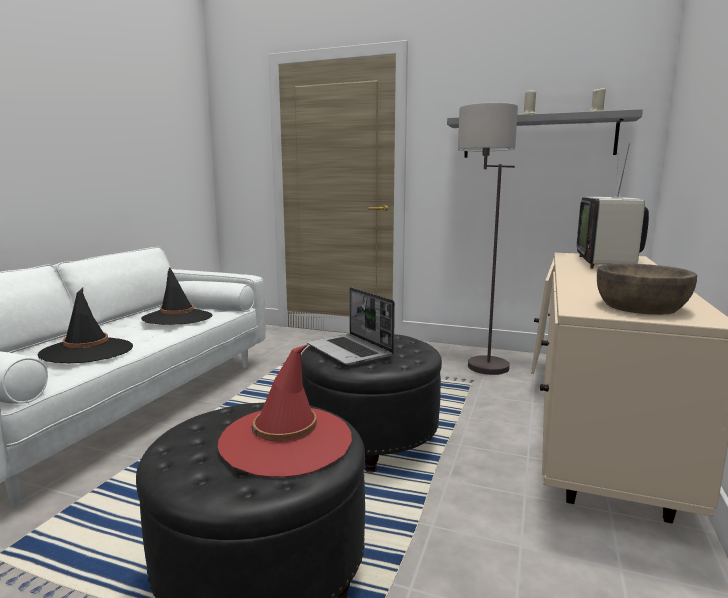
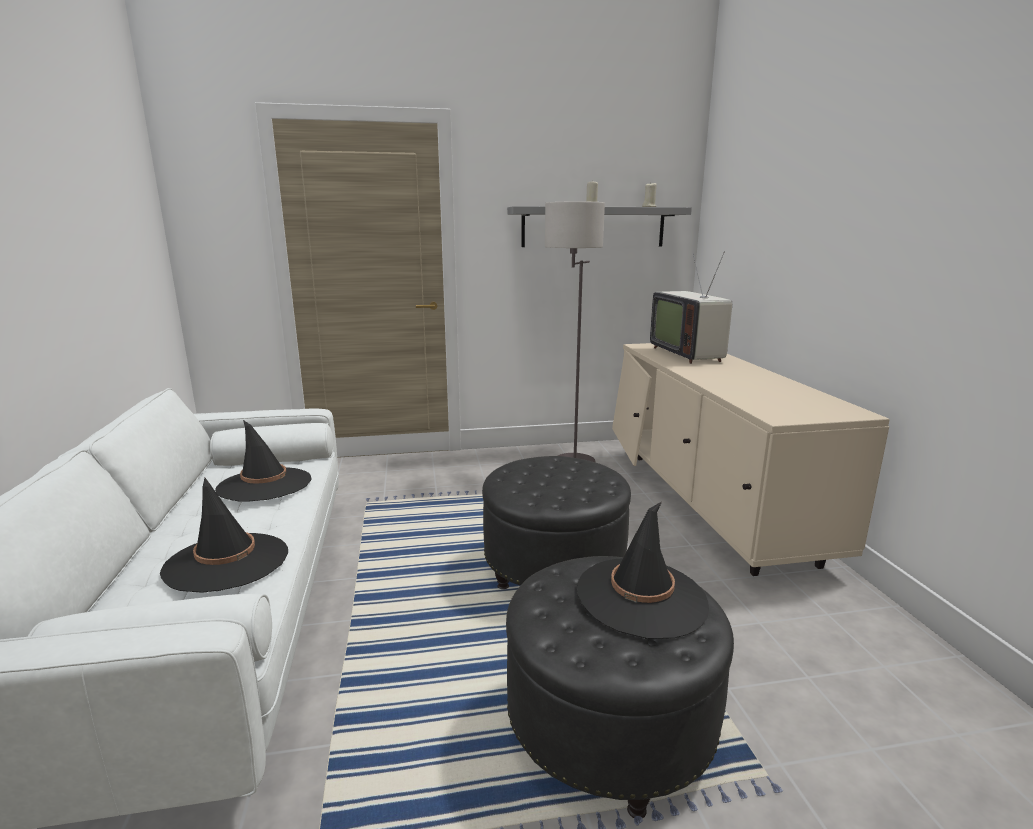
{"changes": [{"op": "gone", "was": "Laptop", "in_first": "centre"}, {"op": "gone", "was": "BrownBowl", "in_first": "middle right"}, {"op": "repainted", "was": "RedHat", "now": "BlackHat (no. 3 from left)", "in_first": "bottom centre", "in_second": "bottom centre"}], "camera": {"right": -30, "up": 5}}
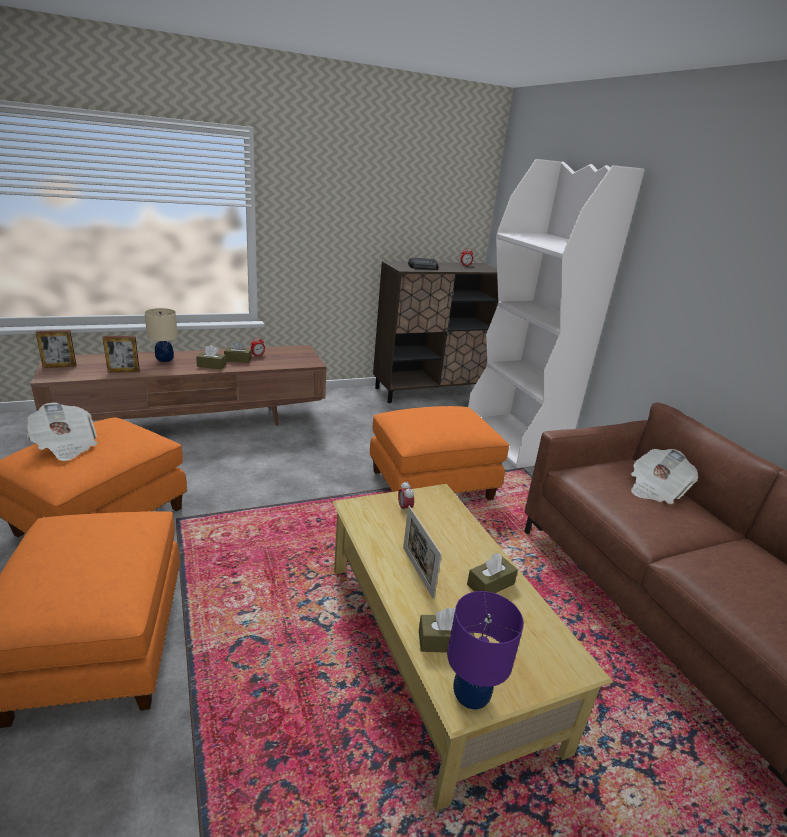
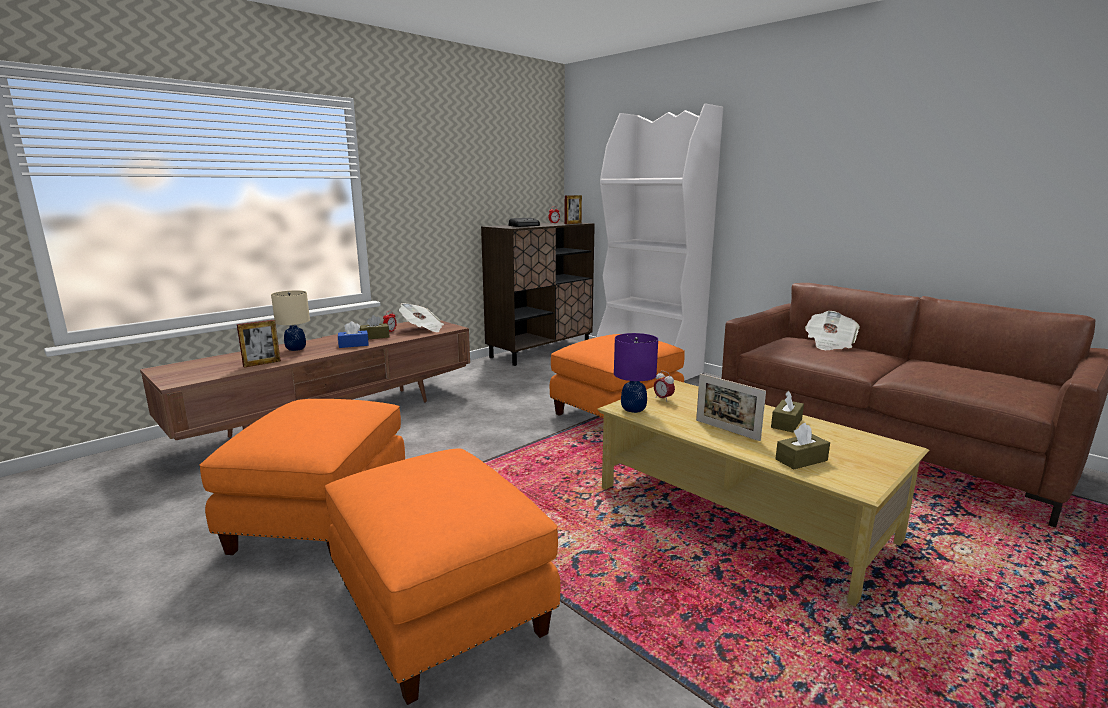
{"changes": [{"op": "shifted", "was": "Newspaper (no. 1 from left)", "in_first": "middle left", "in_second": "centre"}, {"op": "shifted", "was": "PictureFrame (no. 1 from left in the first image)", "now": "PictureFrame (no. 2 from left)", "in_first": "middle left", "in_second": "top centre"}, {"op": "shifted", "was": "PurpleTableLamp", "in_first": "bottom centre", "in_second": "centre"}, {"op": "repainted", "was": "BrownTissueBox (no. 1 from left)", "now": "BlueTissueBox", "in_first": "middle left", "in_second": "middle left"}], "camera": {"right": -20, "up": -10}}
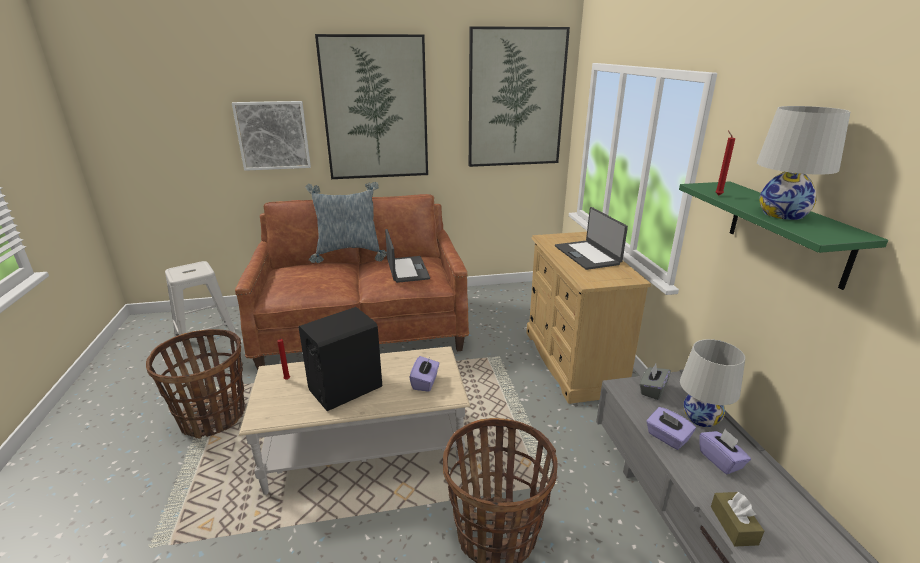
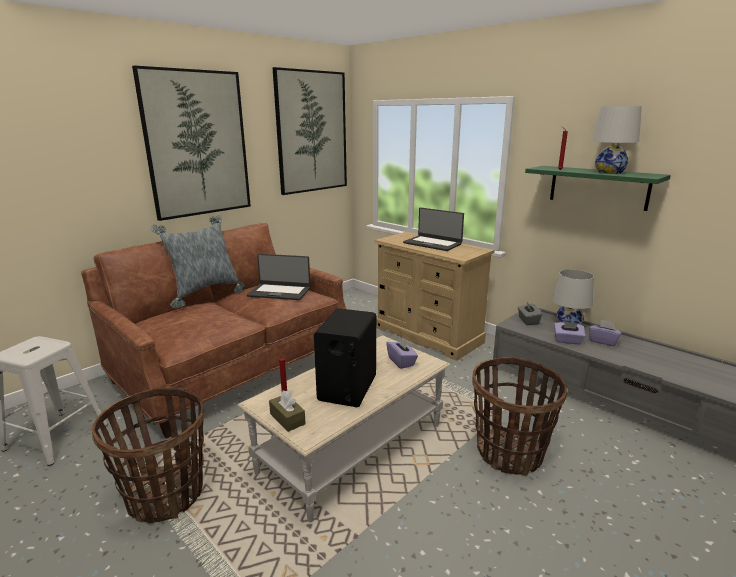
{"changes": [{"op": "gone", "was": "Picture (no. 1 from left)", "in_first": "top left"}, {"op": "shifted", "was": "BrownTissueBox", "in_first": "bottom right", "in_second": "bottom centre"}, {"op": "rotated", "was": "Laptop (no. 1 from left)", "in_first": "centre", "in_second": "centre", "clockwise": 150}], "camera": {"right": -35, "up": -5}}
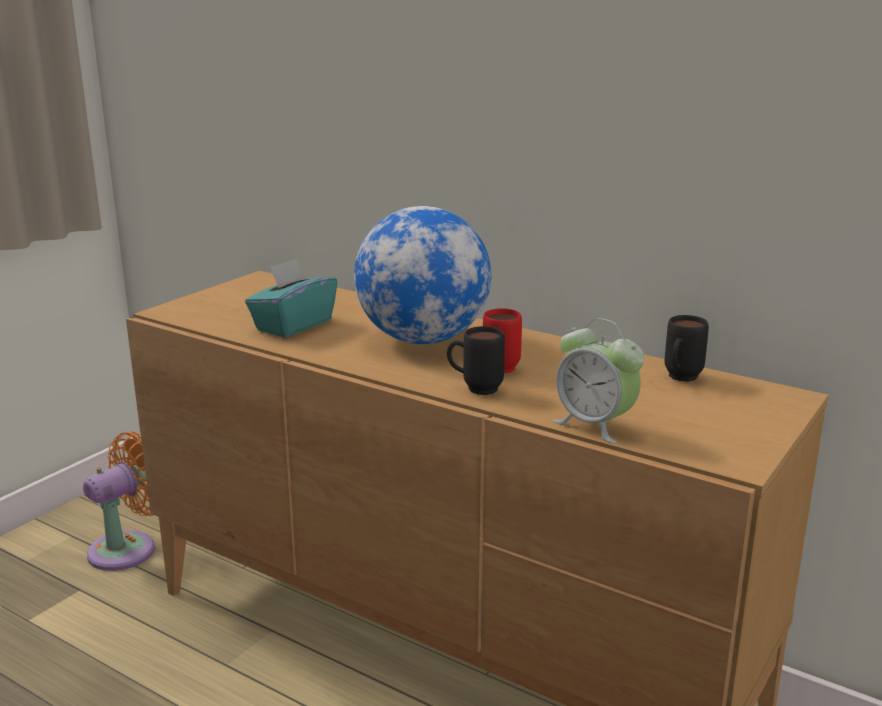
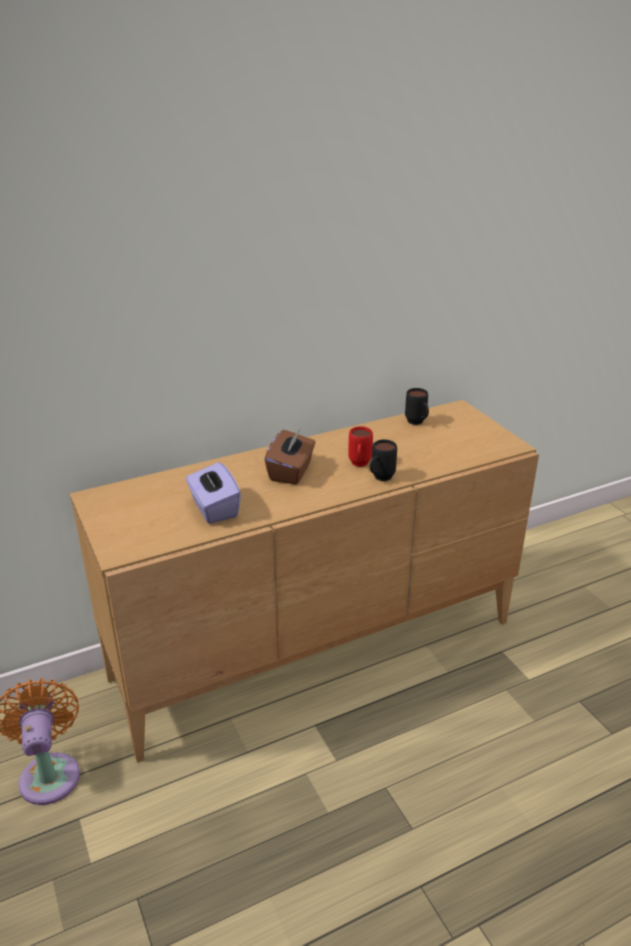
{"changes": [{"op": "gone", "was": "AlarmClock", "in_first": "middle right"}, {"op": "swapped", "was": "Globe", "now": "BrownTissueBox", "in_first": "centre", "in_second": "centre"}, {"op": "repainted", "was": "TurquoiseTissueBox", "now": "PurpleTissueBox", "in_first": "middle left", "in_second": "centre"}], "camera": {"right": -60, "up": 10}}
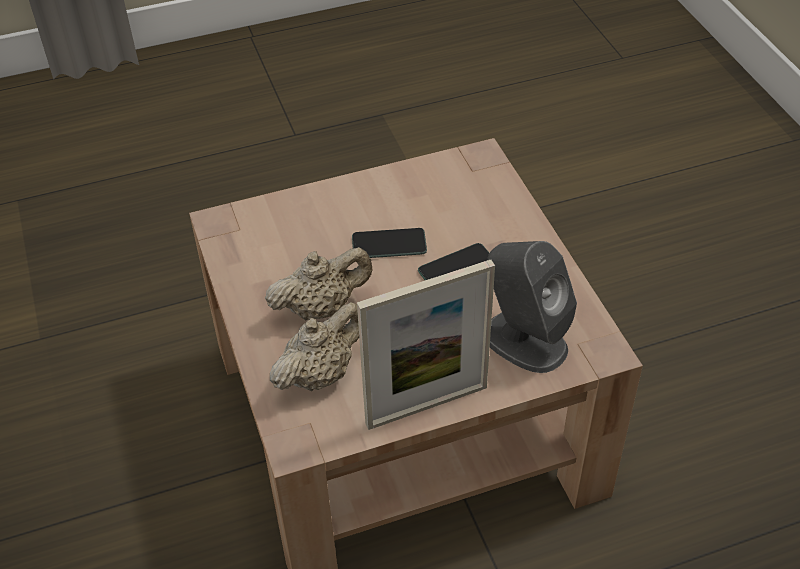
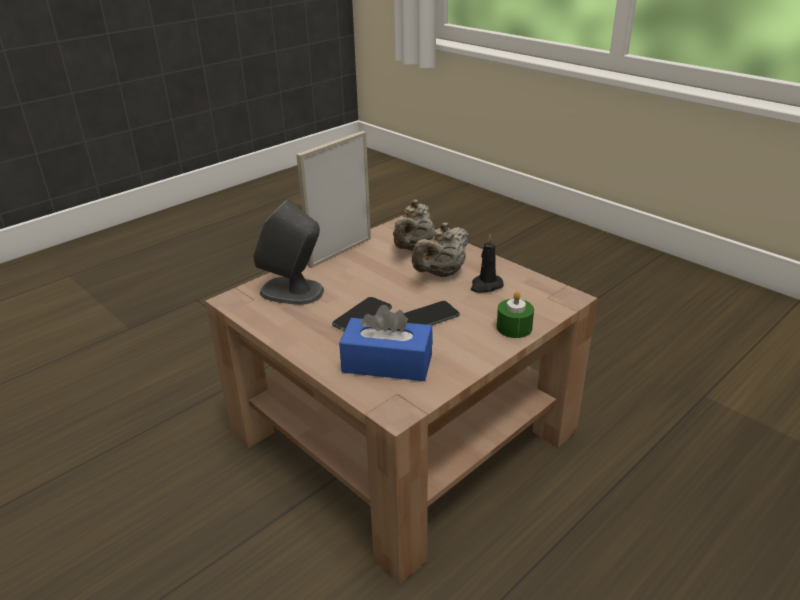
{"changes": [{"op": "new", "now": "BlueTissueBox", "in_second": "centre"}, {"op": "new", "now": "BlackCandle", "in_second": "centre"}, {"op": "new", "now": "GreenCandle", "in_second": "centre"}], "camera": {"right": 155, "up": -15}}
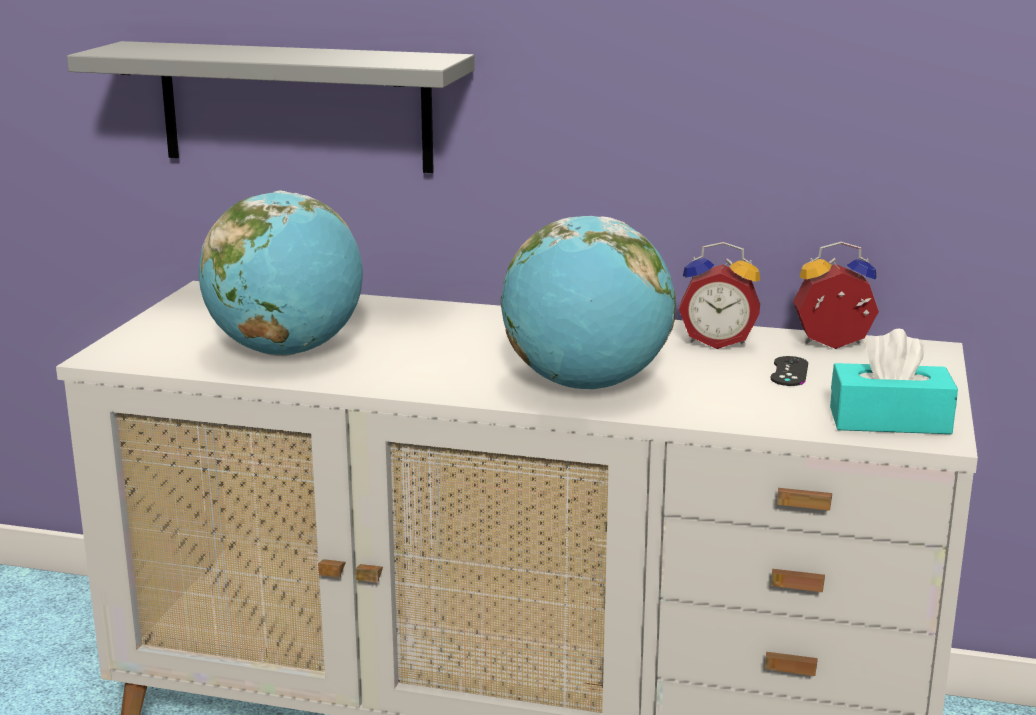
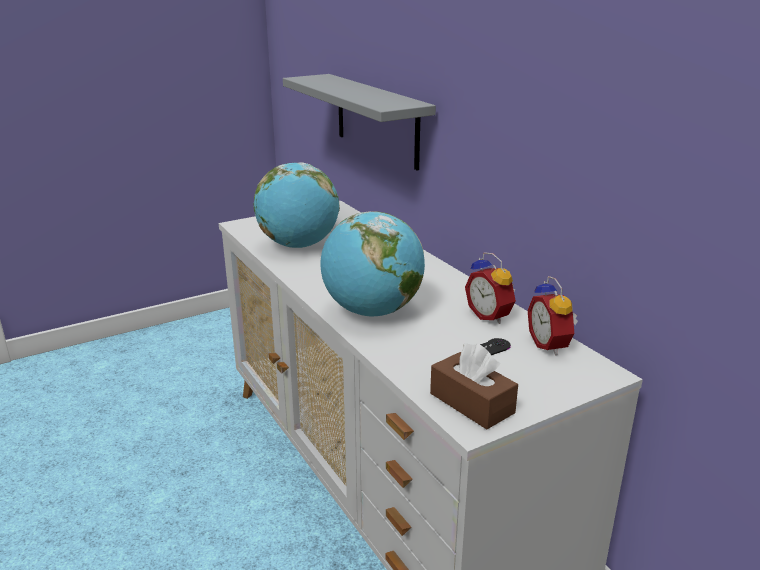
{"changes": [{"op": "repainted", "was": "TurquoiseTissueBox", "now": "BrownTissueBox", "in_first": "middle right", "in_second": "bottom centre"}, {"op": "rotated", "was": "AlarmClock (no. 2 from left)", "in_first": "middle right", "in_second": "middle right", "clockwise": -150}], "camera": {"right": 45, "up": 5}}
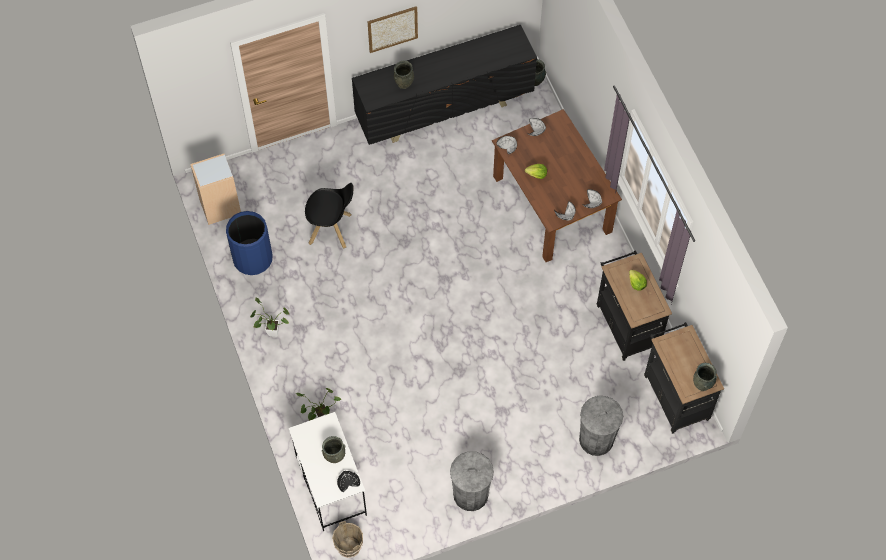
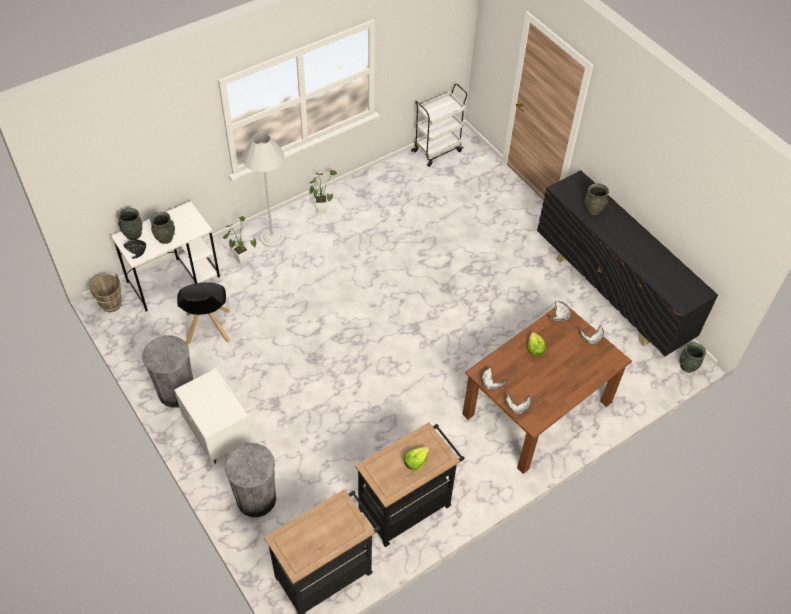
{"changes": [{"op": "gone", "was": "BlueTrashCan", "in_first": "middle left"}, {"op": "gone", "was": "Picture", "in_first": "top centre"}, {"op": "new", "now": "WhiteNightstand", "in_second": "bottom left"}, {"op": "new", "now": "WhiteFloorLamp", "in_second": "top left"}, {"op": "shifted", "was": "BlackChair", "in_first": "centre", "in_second": "middle left"}, {"op": "shifted", "was": "GreyVase (no. 4 from left in the first image)", "now": "GreyVase (no. 1 from left)", "in_first": "bottom right", "in_second": "middle left"}, {"op": "swapped", "was": "Bookcase", "now": "WhiteCart", "in_first": "middle left", "in_second": "top centre"}], "camera": {"right": 75, "up": -10}}
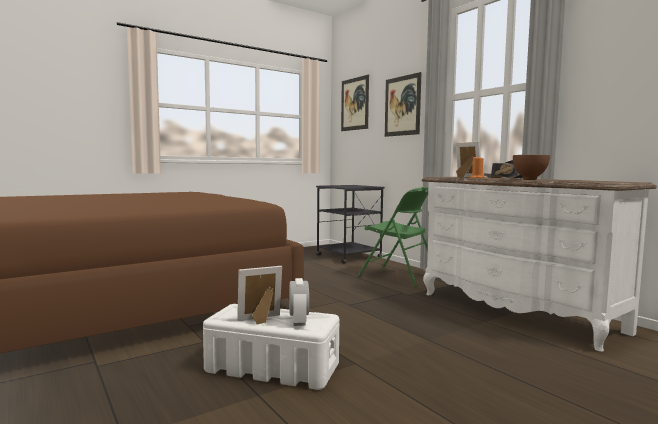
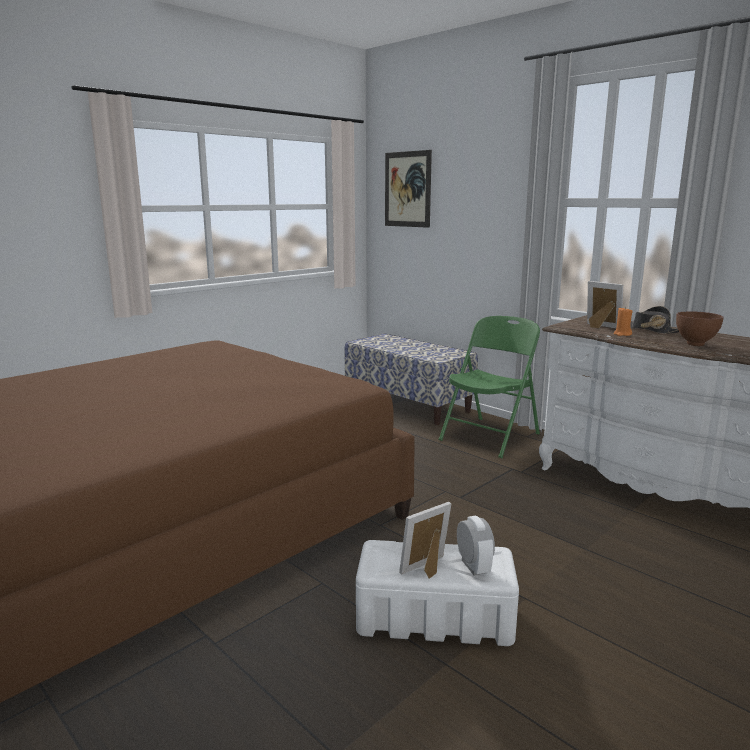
{"changes": [{"op": "gone", "was": "Picture (no. 2 from left)", "in_first": "top centre"}, {"op": "swapped", "was": "BlackCart", "now": "Bench", "in_first": "centre", "in_second": "centre"}, {"op": "rotated", "was": "GreenChair", "in_first": "centre", "in_second": "centre", "clockwise": -75}], "camera": {"right": -10, "up": 10}}
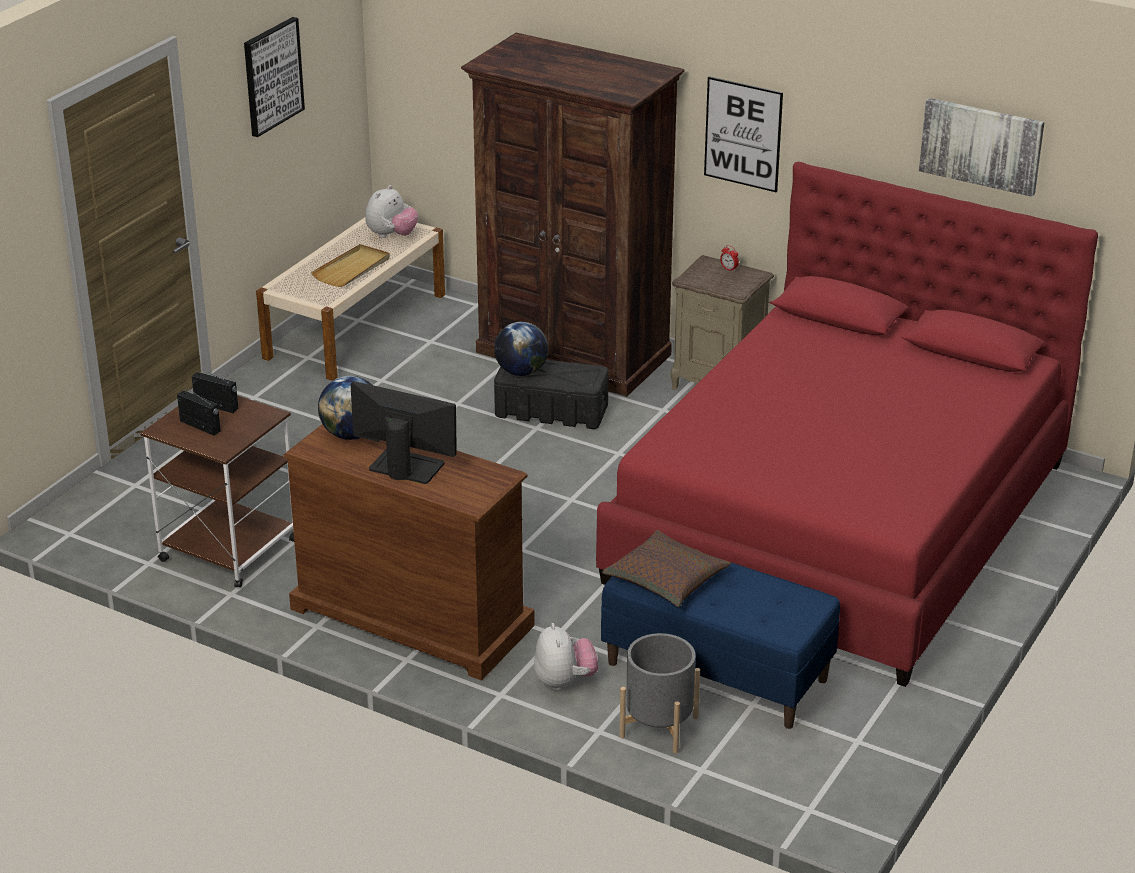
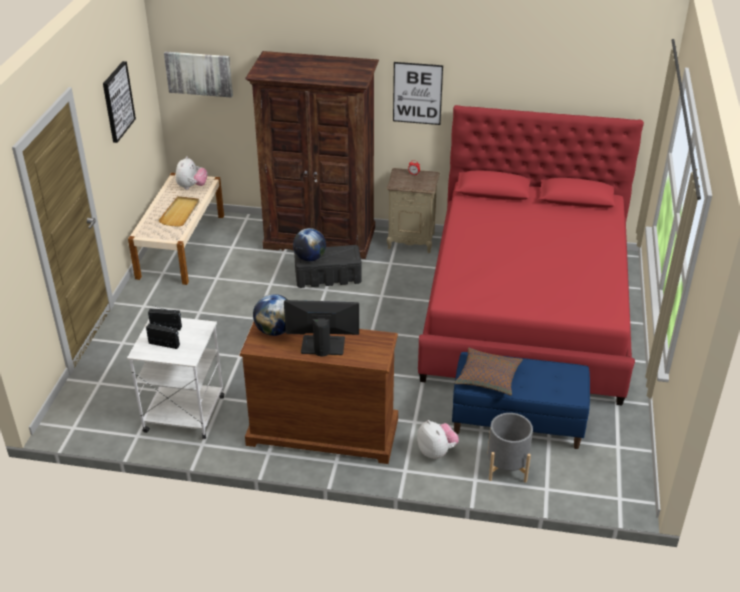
{"changes": [{"op": "shifted", "was": "Picture (no. 3 from left in the first image)", "now": "Picture (no. 2 from left)", "in_first": "top right", "in_second": "top left"}, {"op": "repainted", "was": "BrownCart", "now": "WhiteCart", "in_first": "middle left", "in_second": "middle left"}], "camera": {"right": -20, "up": 5}}
